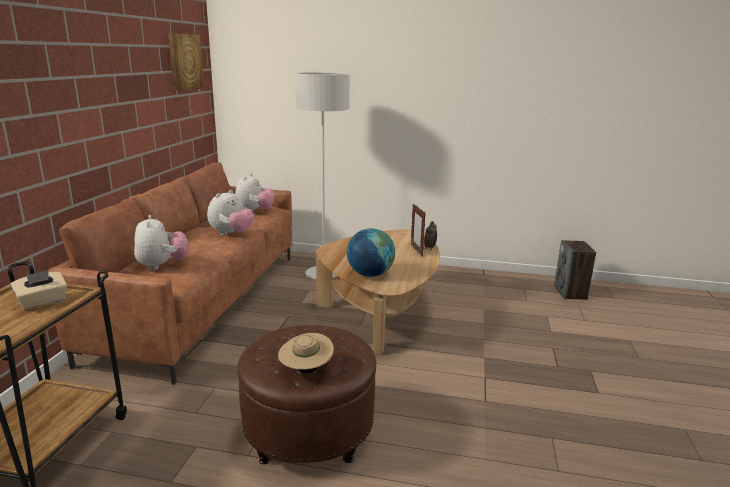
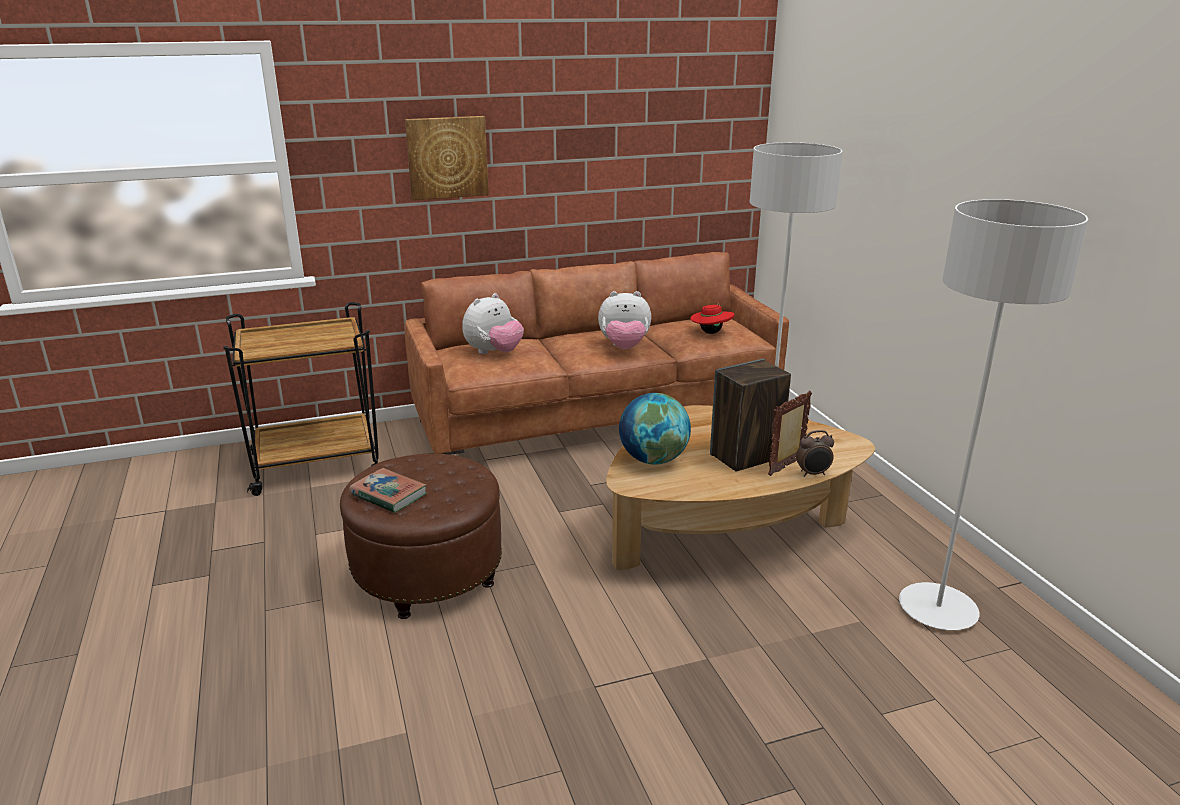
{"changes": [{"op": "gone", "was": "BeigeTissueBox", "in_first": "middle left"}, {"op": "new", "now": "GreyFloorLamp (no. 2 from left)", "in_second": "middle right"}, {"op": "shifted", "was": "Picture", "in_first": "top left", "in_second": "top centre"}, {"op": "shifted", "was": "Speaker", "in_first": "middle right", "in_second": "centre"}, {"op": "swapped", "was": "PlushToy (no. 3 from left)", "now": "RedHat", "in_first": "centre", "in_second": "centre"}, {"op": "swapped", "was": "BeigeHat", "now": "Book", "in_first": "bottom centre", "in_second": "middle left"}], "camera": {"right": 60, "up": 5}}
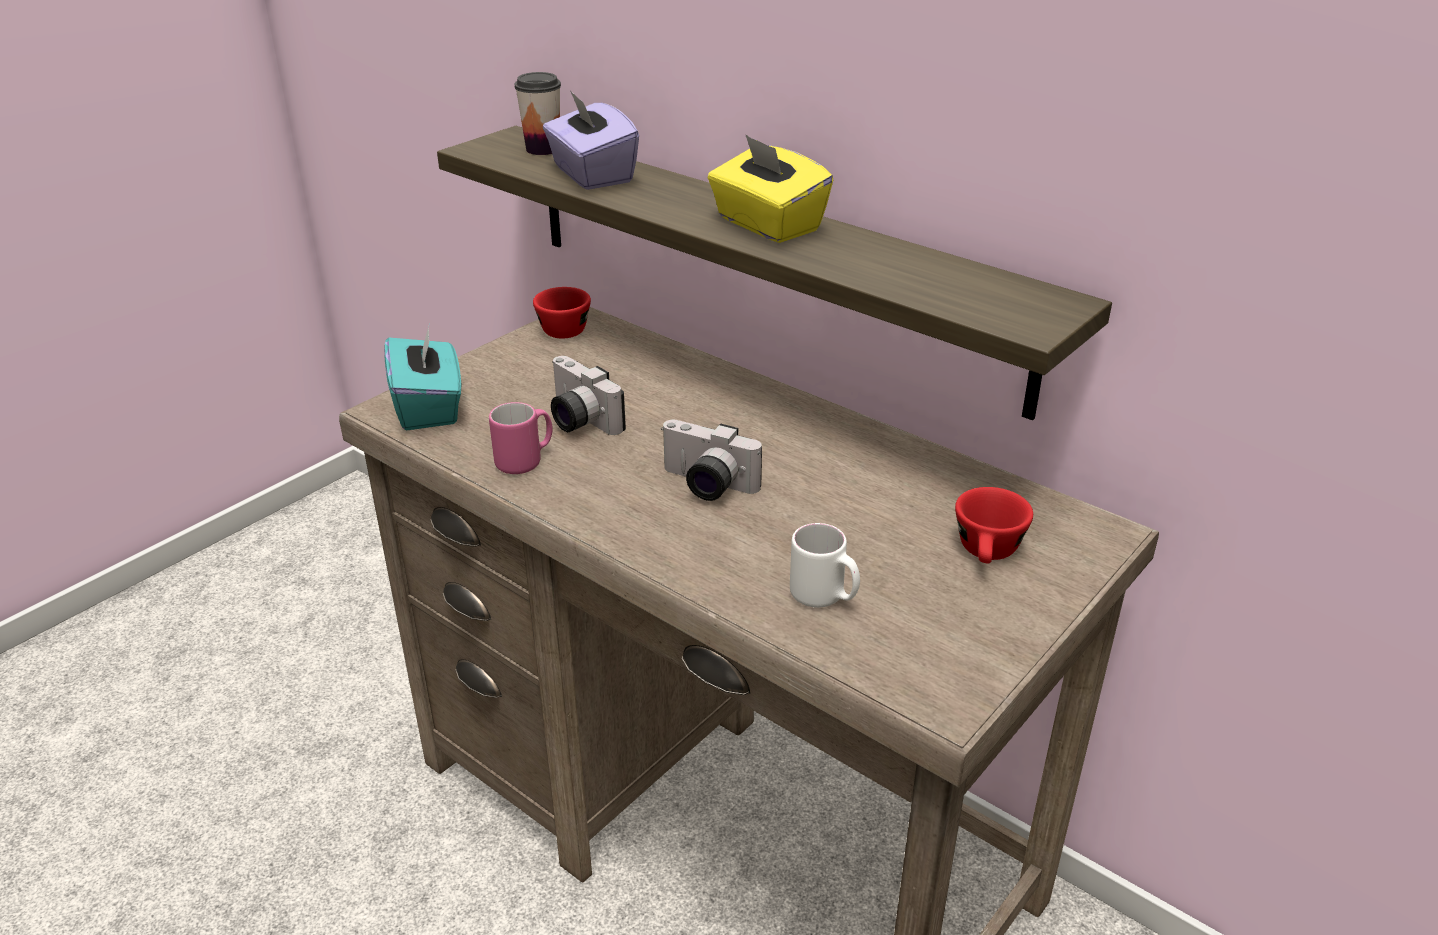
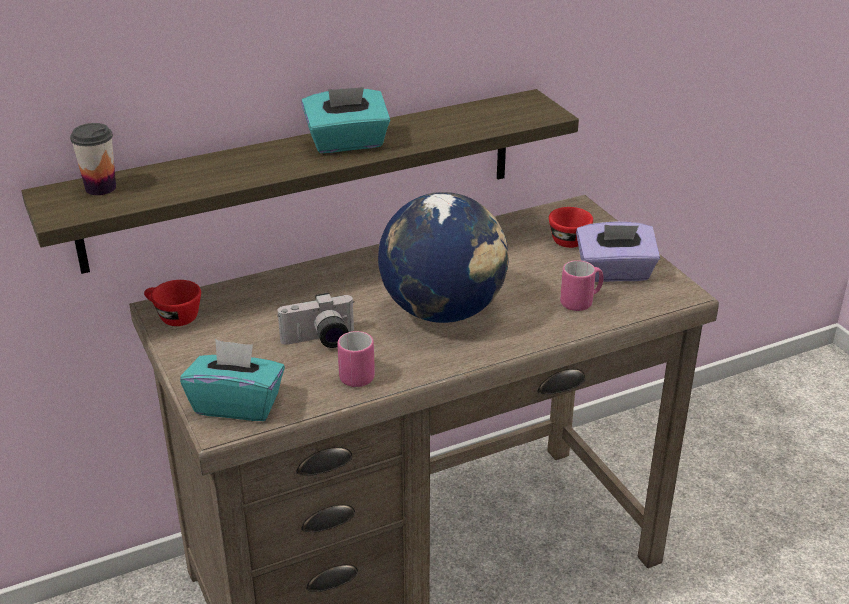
{"changes": [{"op": "shifted", "was": "PurpleTissueBox", "in_first": "top centre", "in_second": "middle right"}, {"op": "swapped", "was": "PhotoCamera (no. 2 from left)", "now": "Globe", "in_first": "centre", "in_second": "centre"}, {"op": "repainted", "was": "YellowTissueBox", "now": "TurquoiseTissueBox (no. 2 from left)", "in_first": "top centre", "in_second": "top centre"}, {"op": "repainted", "was": "WhiteMug", "now": "PinkMug (no. 2 from left)", "in_first": "centre", "in_second": "middle right"}], "camera": {"right": -65, "up": 0}}
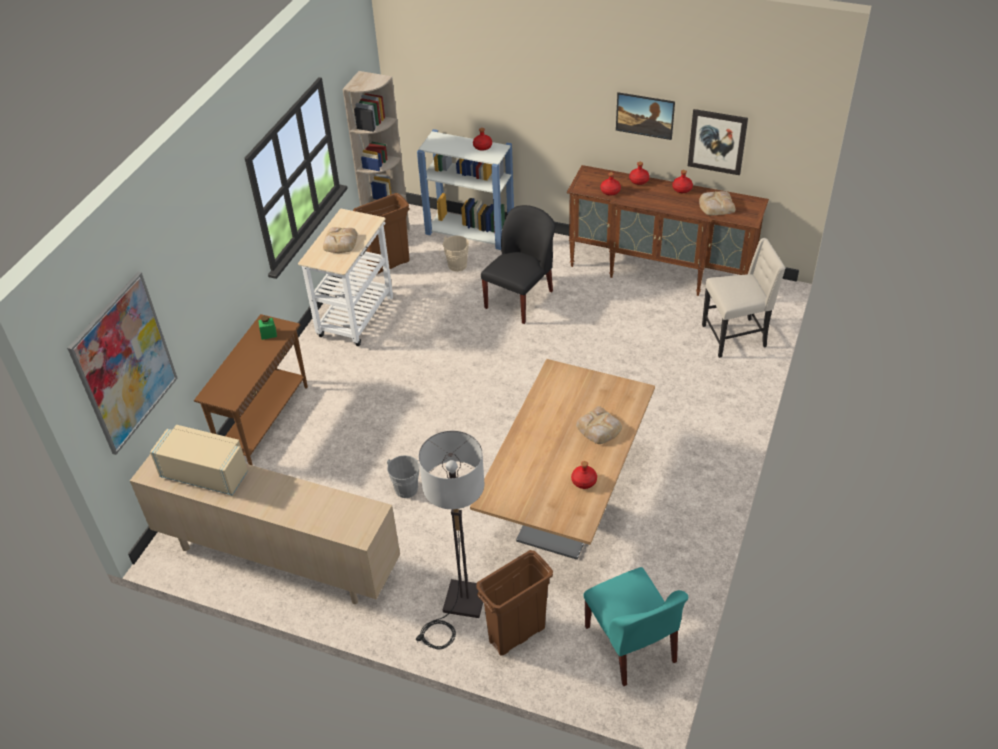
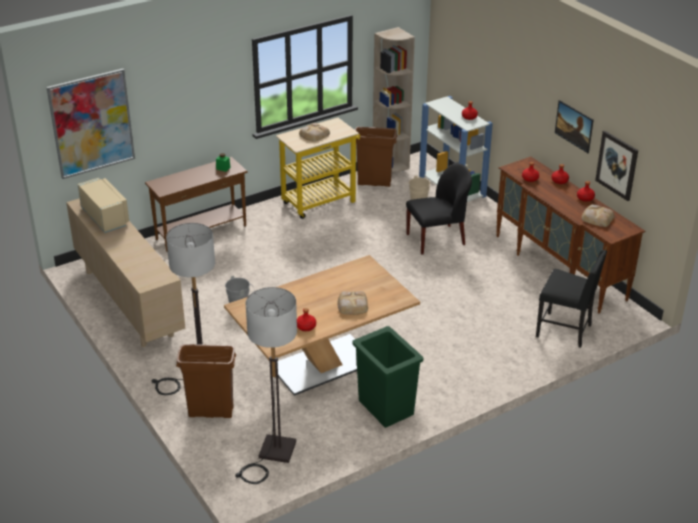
{"changes": [{"op": "new", "now": "GreenTrashCan", "in_second": "bottom centre"}, {"op": "swapped", "was": "TurquoiseChair", "now": "FloorLamp (no. 2 from left)", "in_first": "bottom centre", "in_second": "bottom centre"}, {"op": "repainted", "was": "WhiteCart", "now": "YellowCart", "in_first": "centre", "in_second": "top centre"}, {"op": "repainted", "was": "BeigeChair", "now": "BlackChair (no. 2 from left)", "in_first": "middle right", "in_second": "middle right"}], "camera": {"right": 35, "up": -10}}
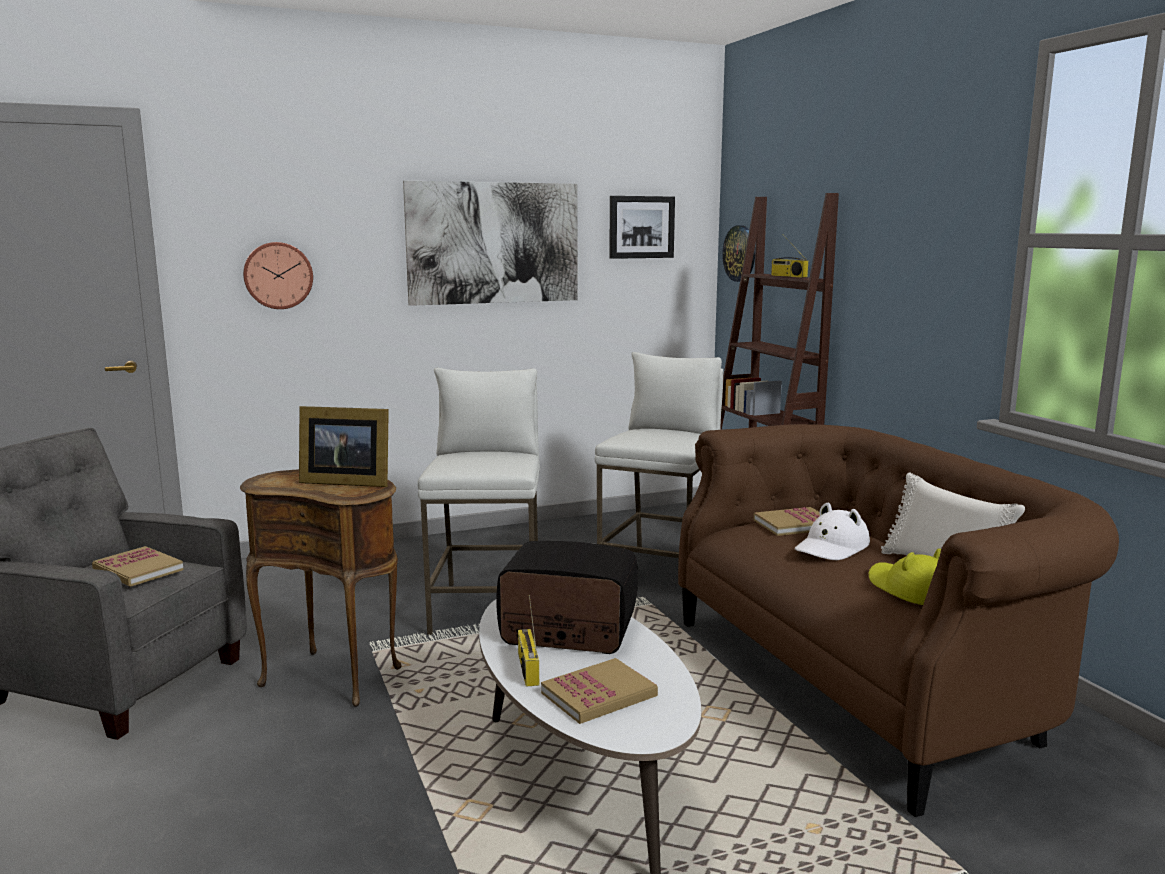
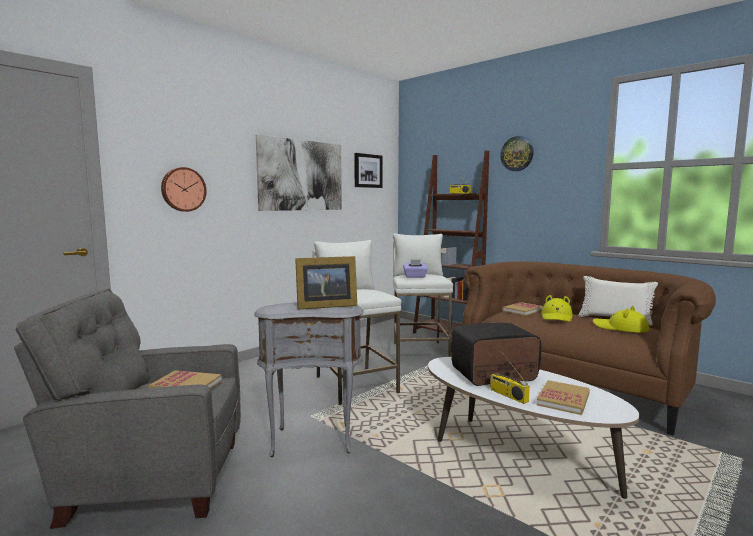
{"changes": [{"op": "new", "now": "PurpleTissueBox", "in_second": "centre"}, {"op": "shifted", "was": "WallClock (no. 2 from left)", "in_first": "top centre", "in_second": "top right"}, {"op": "repainted", "was": "BrownSideTable", "now": "GreySideTable", "in_first": "bottom left", "in_second": "bottom centre"}, {"op": "repainted", "was": "WhiteHat", "now": "YellowHat (no. 1 from left)", "in_first": "middle right", "in_second": "middle right"}], "camera": {"right": -25, "up": -5}}
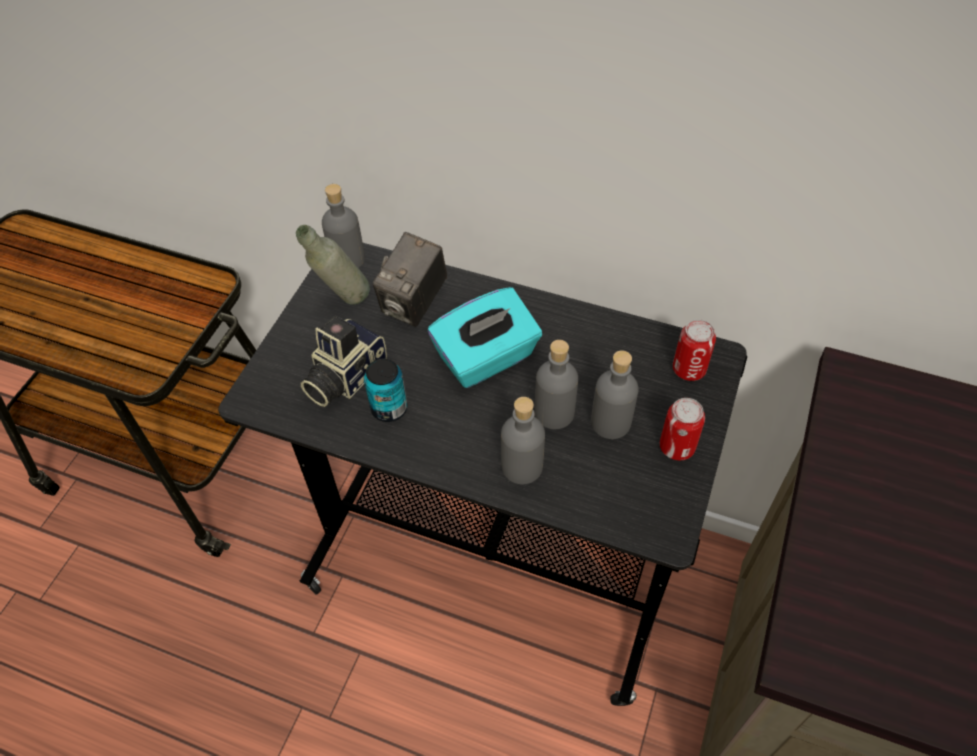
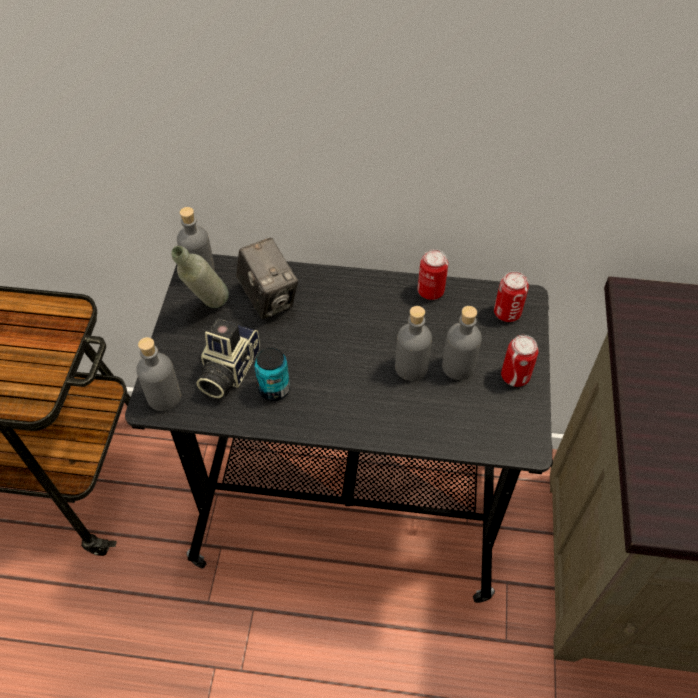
{"changes": [{"op": "gone", "was": "TurquoiseTissueBox", "in_first": "centre"}, {"op": "new", "now": "Can (no. 2 from left)", "in_second": "centre"}, {"op": "shifted", "was": "GreyBottle (no. 3 from left in the first image)", "now": "GreyBottle (no. 1 from left)", "in_first": "centre", "in_second": "middle left"}, {"op": "rotated", "was": "PhotoCamera (no. 2 from left)", "in_first": "centre", "in_second": "centre", "clockwise": -45}], "camera": {"right": -15, "up": 0}}
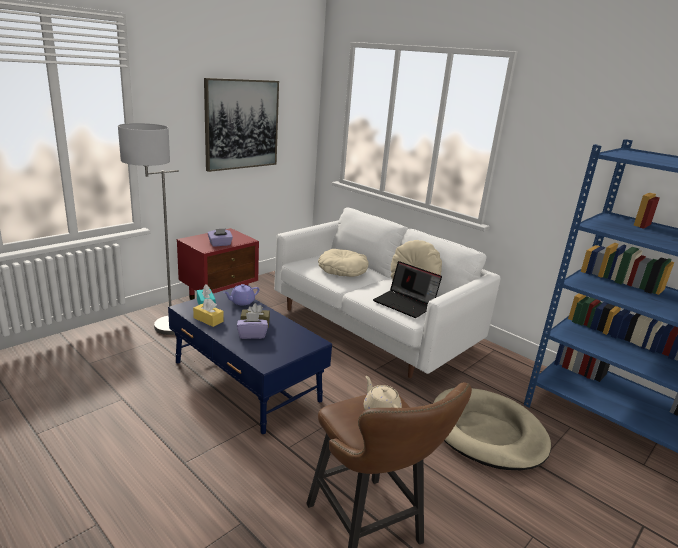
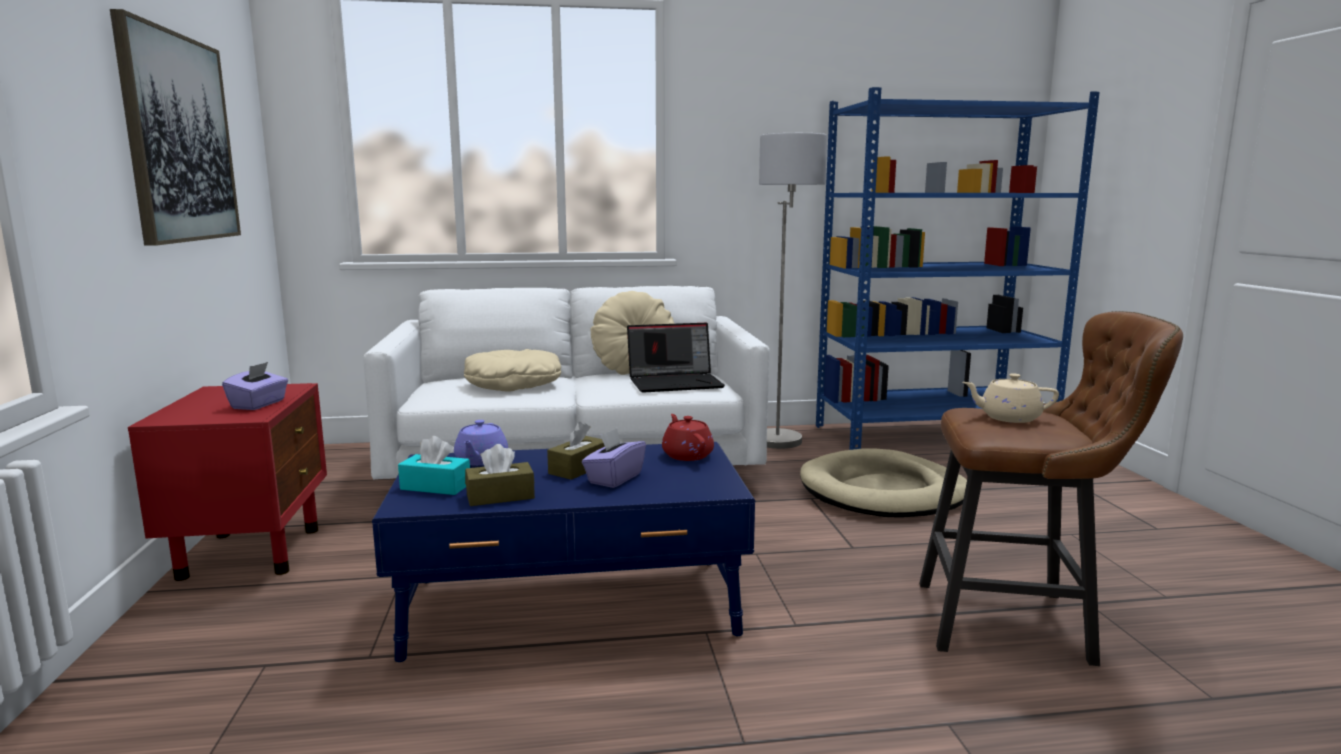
{"changes": [{"op": "new", "now": "RedTeapot", "in_second": "centre"}, {"op": "shifted", "was": "GreyFloorLamp", "in_first": "middle left", "in_second": "centre"}, {"op": "repainted", "was": "YellowTissueBox", "now": "BrownTissueBox (no. 1 from left)", "in_first": "middle left", "in_second": "centre"}], "camera": {"right": -50, "up": -10}}
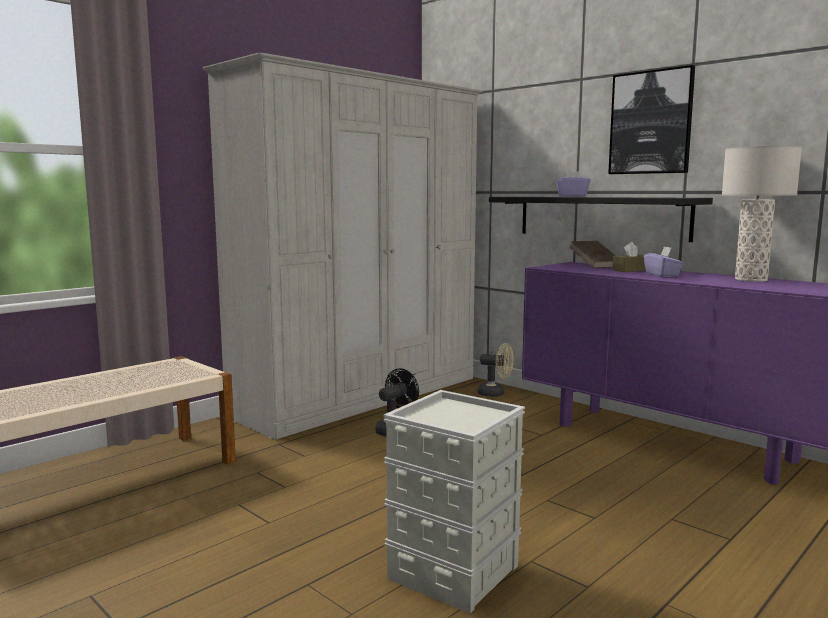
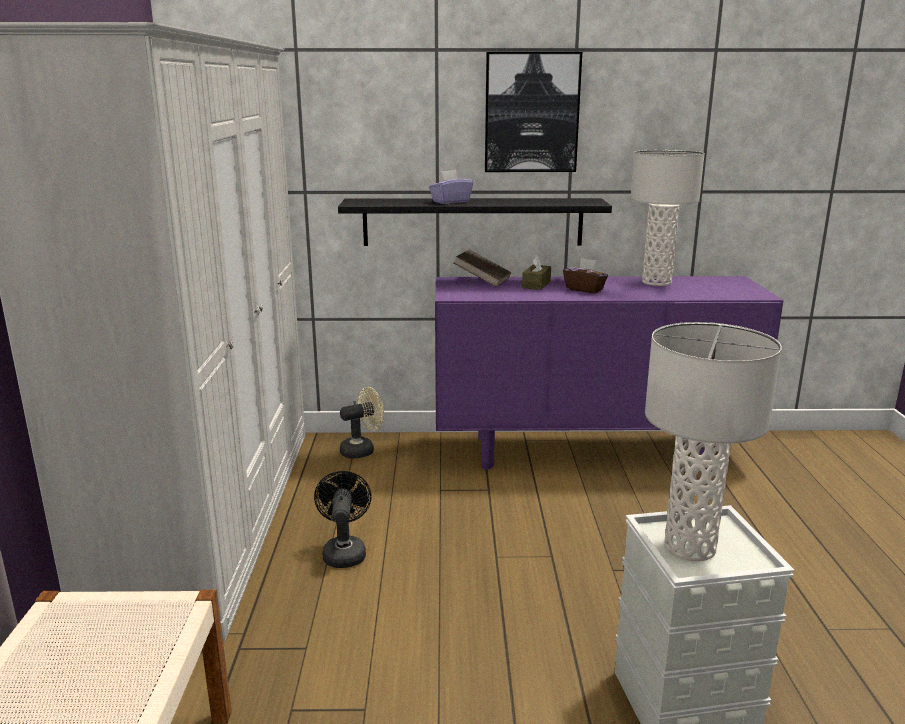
{"changes": [{"op": "new", "now": "WhiteTableLamp (no. 2 from left)", "in_second": "middle right"}, {"op": "repainted", "was": "PurpleTissueBox (no. 2 from left)", "now": "BrownTissueBox (no. 2 from left)", "in_first": "middle right", "in_second": "centre"}], "camera": {"right": -45, "up": 10}}
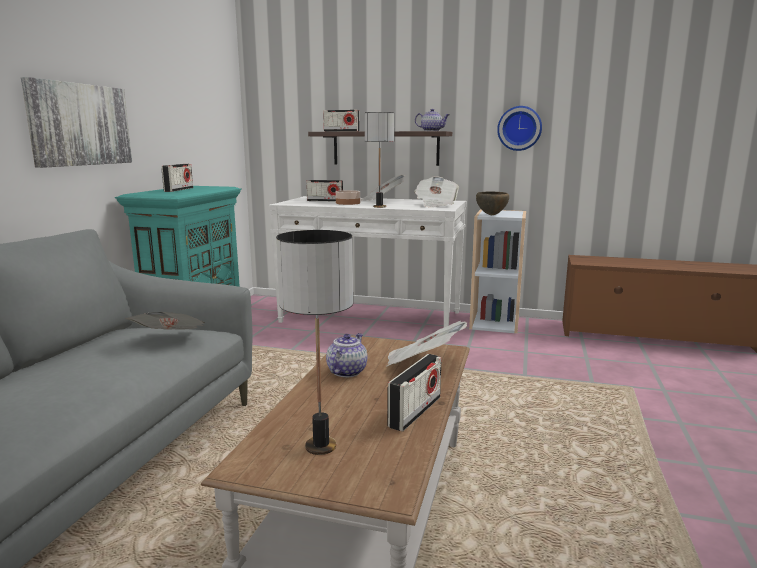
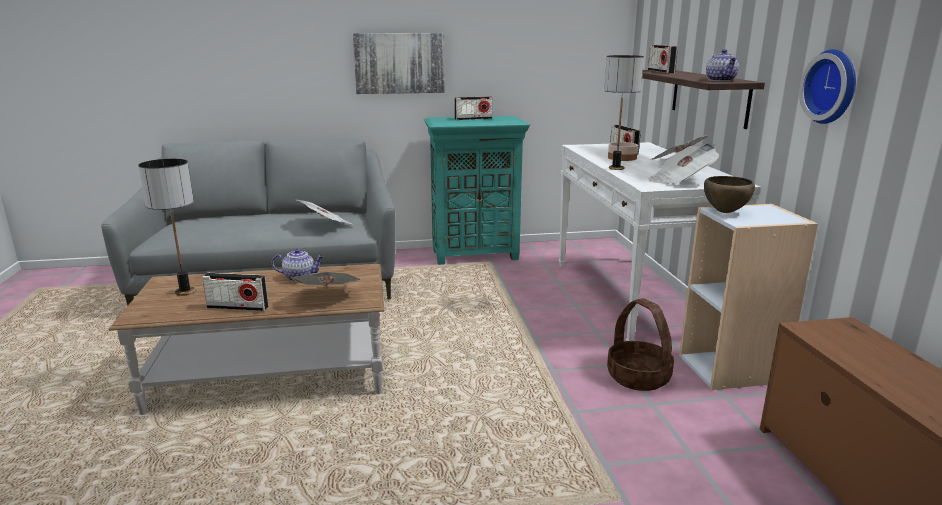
{"changes": [{"op": "new", "now": "Basket", "in_second": "bottom right"}], "camera": {"right": 65, "up": 5}}
